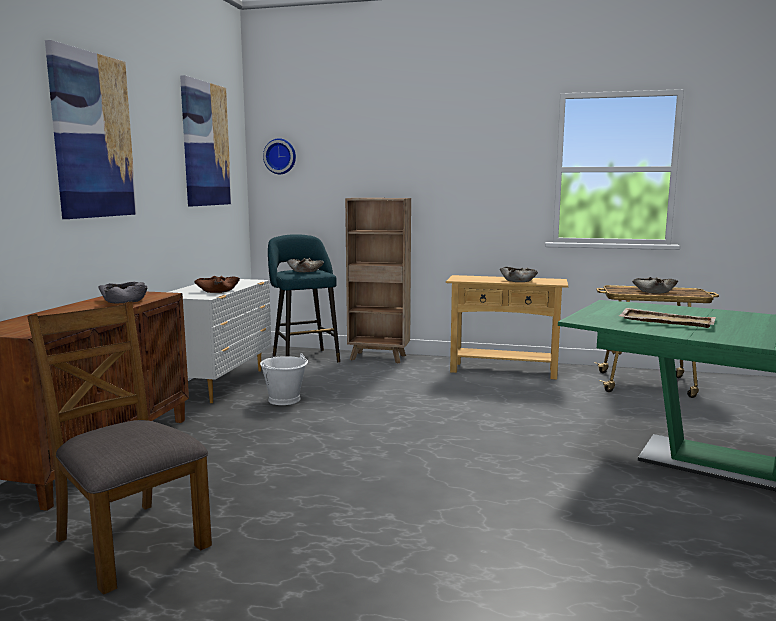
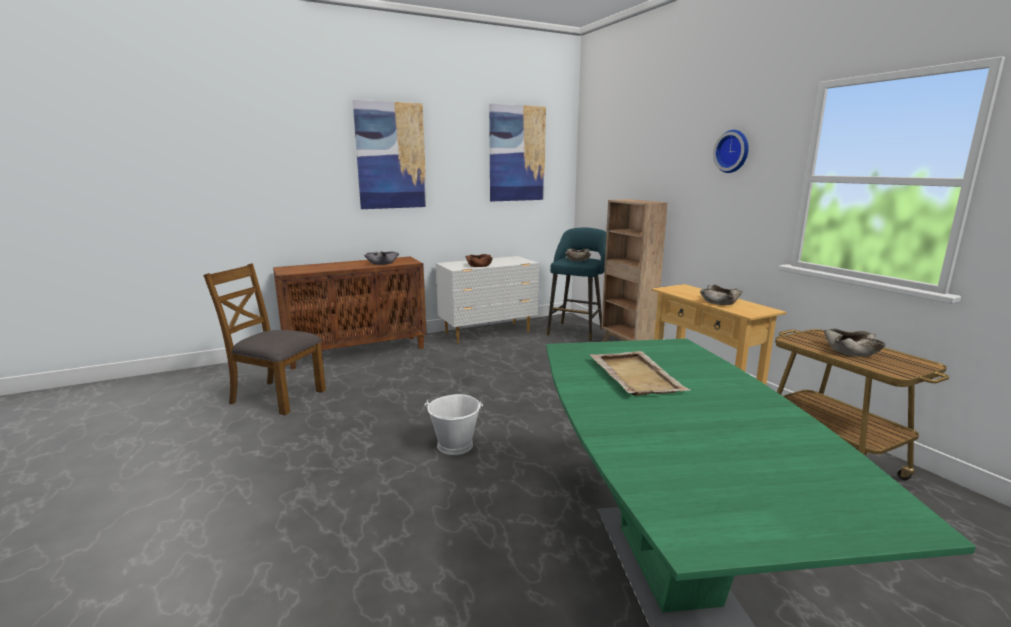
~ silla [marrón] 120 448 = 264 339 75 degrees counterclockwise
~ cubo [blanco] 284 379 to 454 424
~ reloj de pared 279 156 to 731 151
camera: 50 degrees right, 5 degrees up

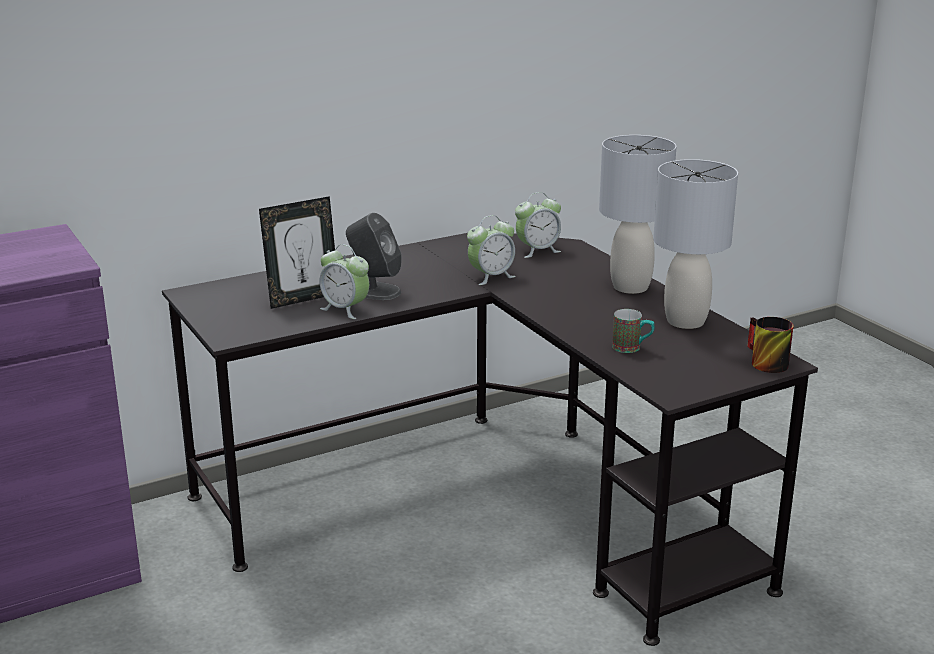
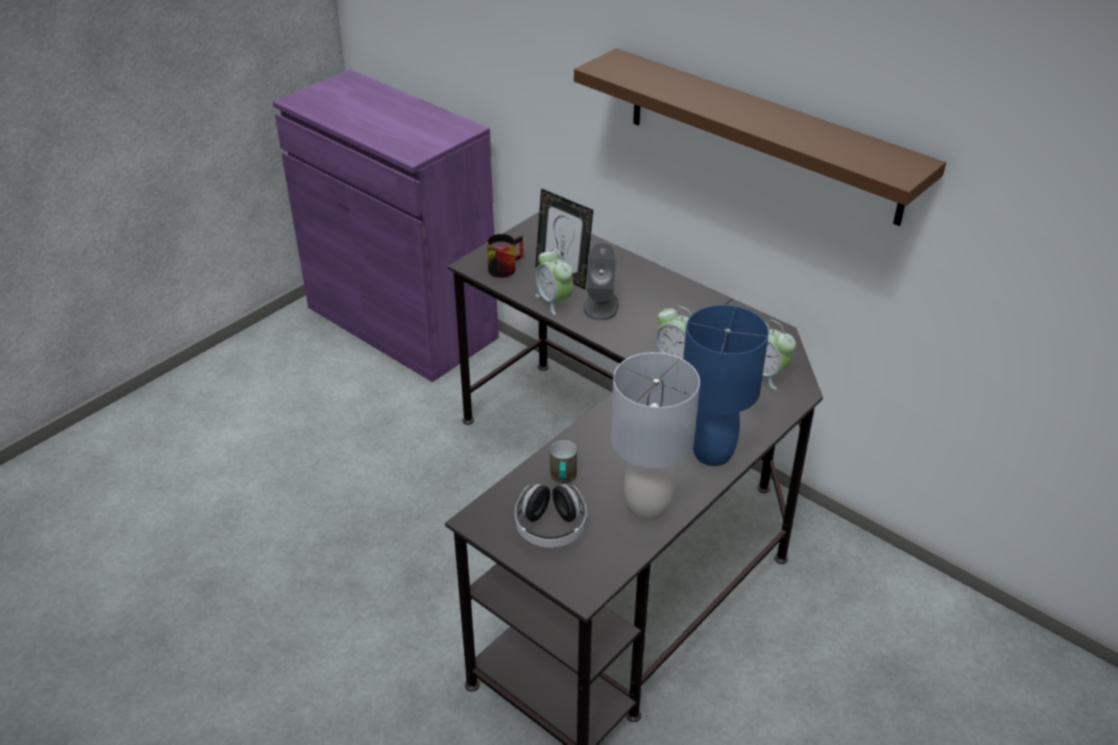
~ taza grande 770 345 to 505 256
+ auriculares 551 516
~ despertador 344 281 = 554 282 45 degrees counterclockwise
+ estante [marrón] 760 137
~ lámpara de mesa [gris] 638 214 to lámpara de mesa [azul] 726 385
camera: 70 degrees right, 15 degrees up

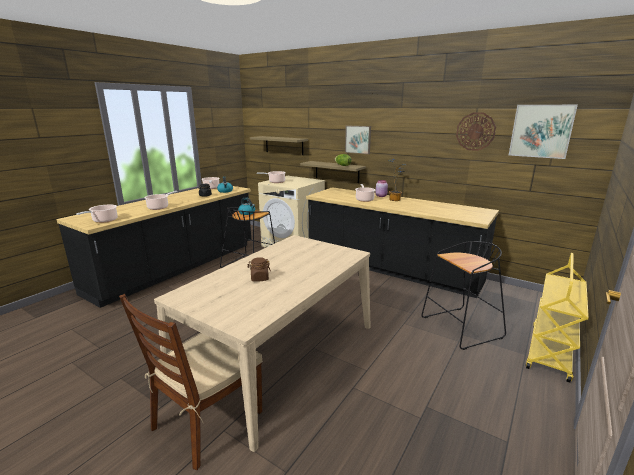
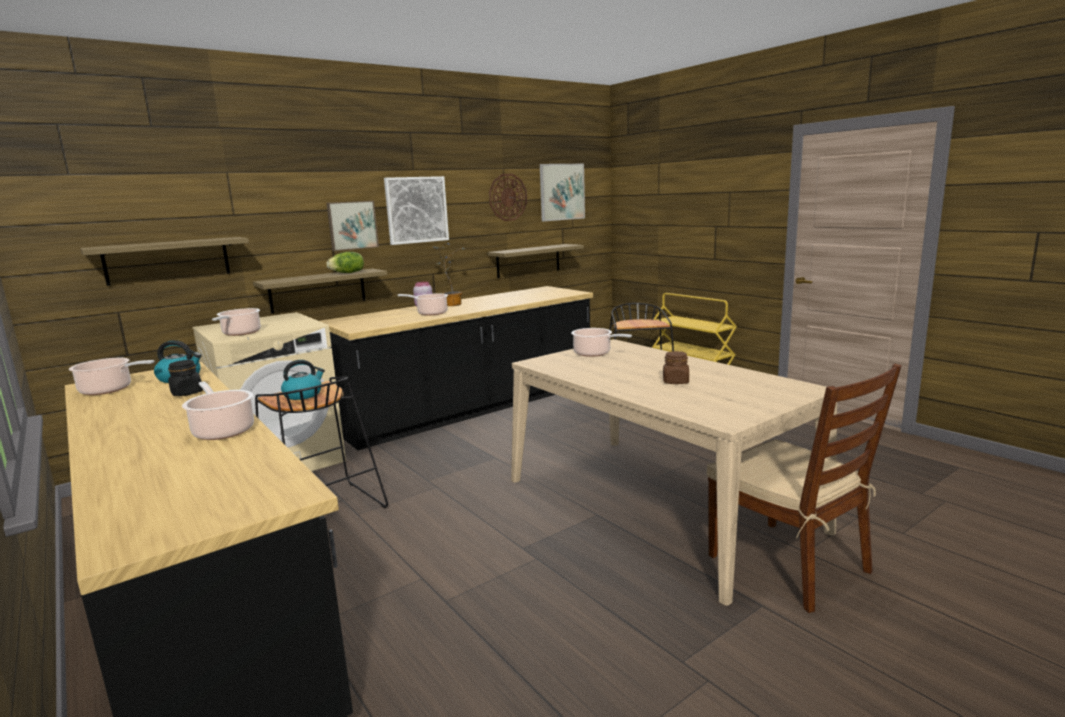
+ cuadro 416 210
+ estante 535 261
~ olla 97 214 to 601 342
camera: 70 degrees left, 5 degrees down

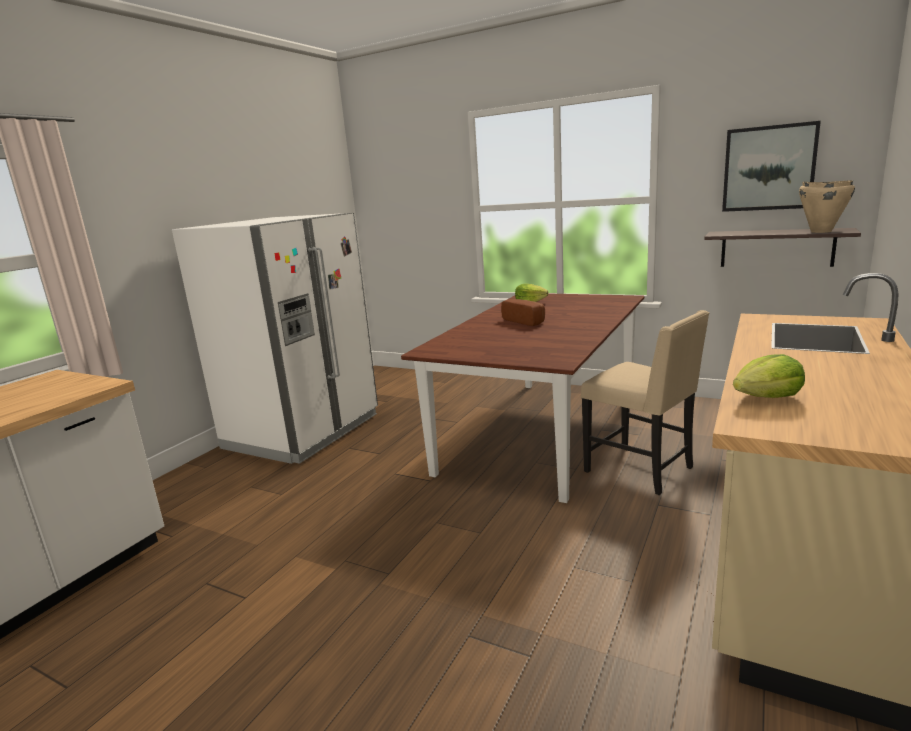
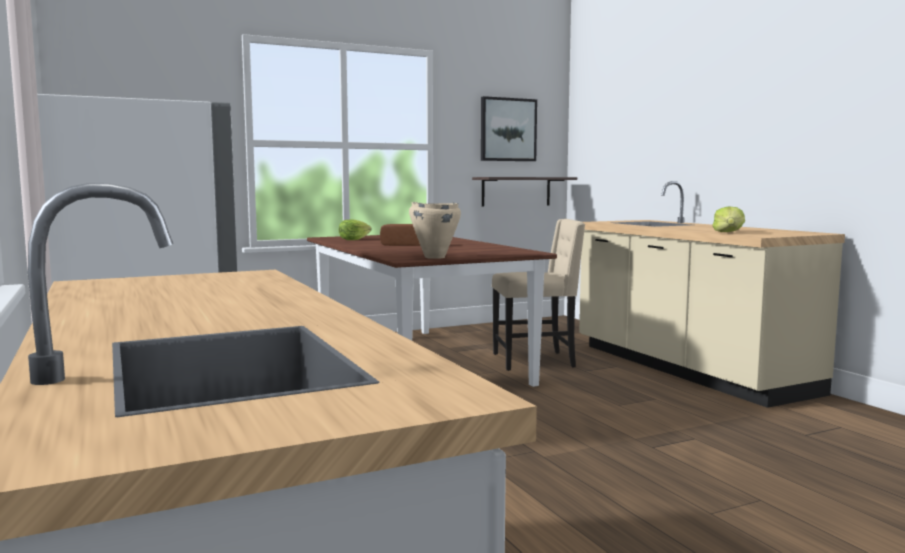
~ olla [beis] 827 206 to 435 230
camera: 55 degrees left, 10 degrees down

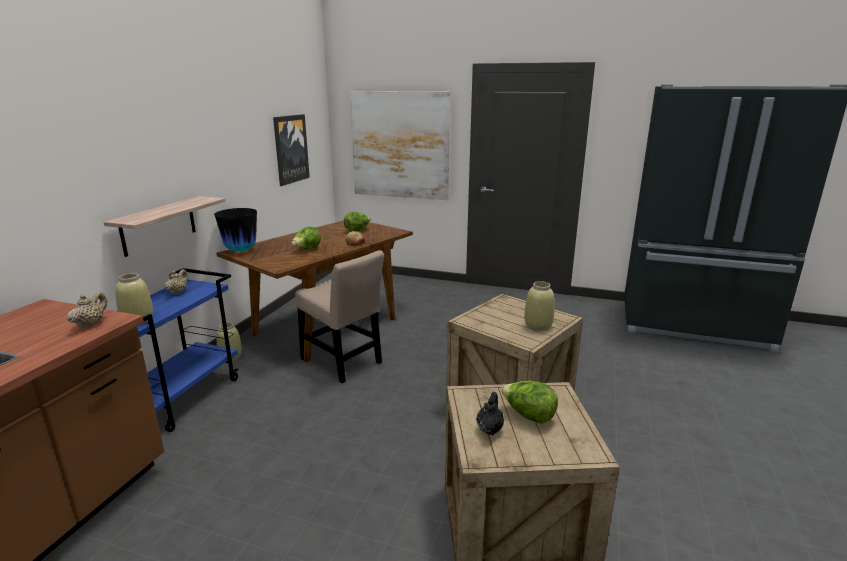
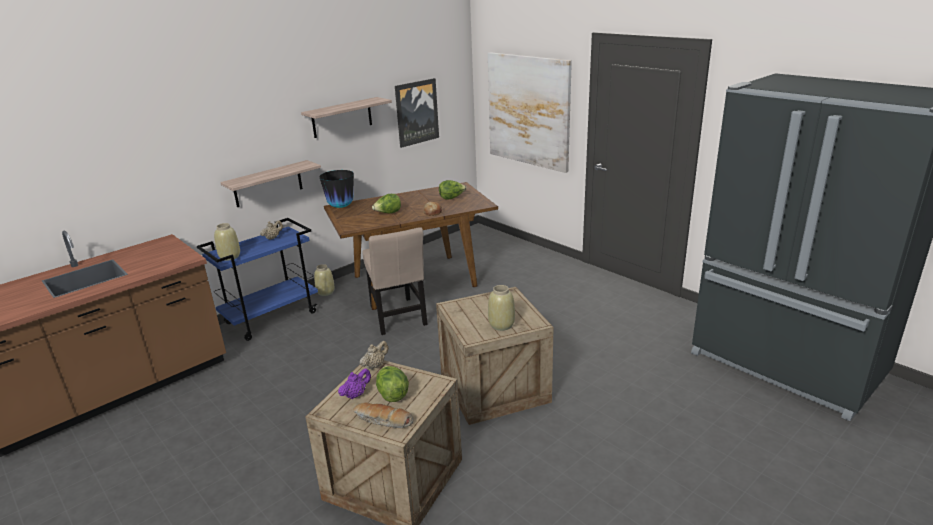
+ estante 346 117
~ tetera [negro] 490 413 to tetera [morado] 354 383
+ pan 383 415
~ tetera [beis] 87 310 to 374 355
camera: 30 degrees right, 5 degrees up

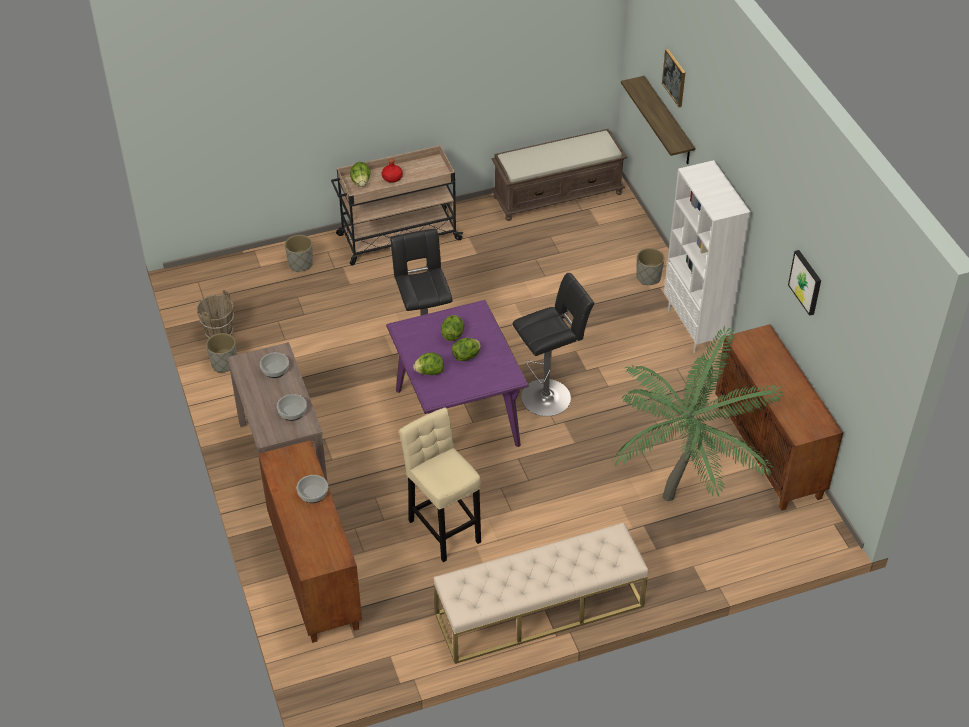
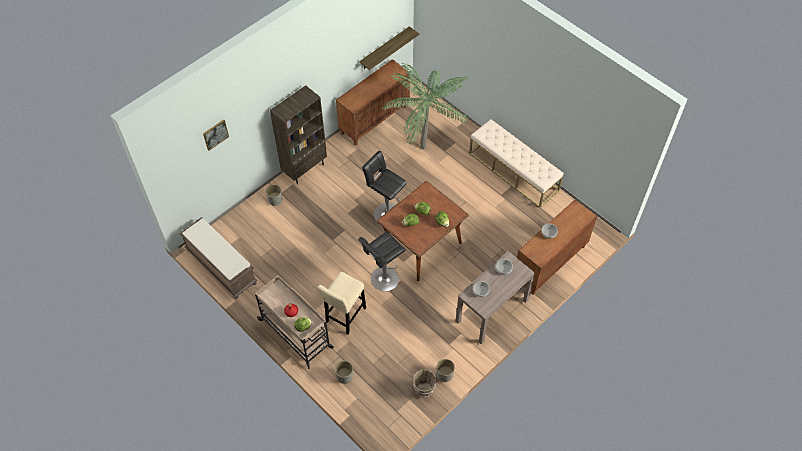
~ estantería [blanco] 707 256 to estantería [marrón] 298 134
~ taburete [beis] 440 484 to 342 303
~ estante 658 120 to 389 48
~ mesa de comedor [morado] 457 373 to mesa de comedor [marrón] 423 230
- cuadro 804 283
camera: 115 degrees left, 10 degrees up

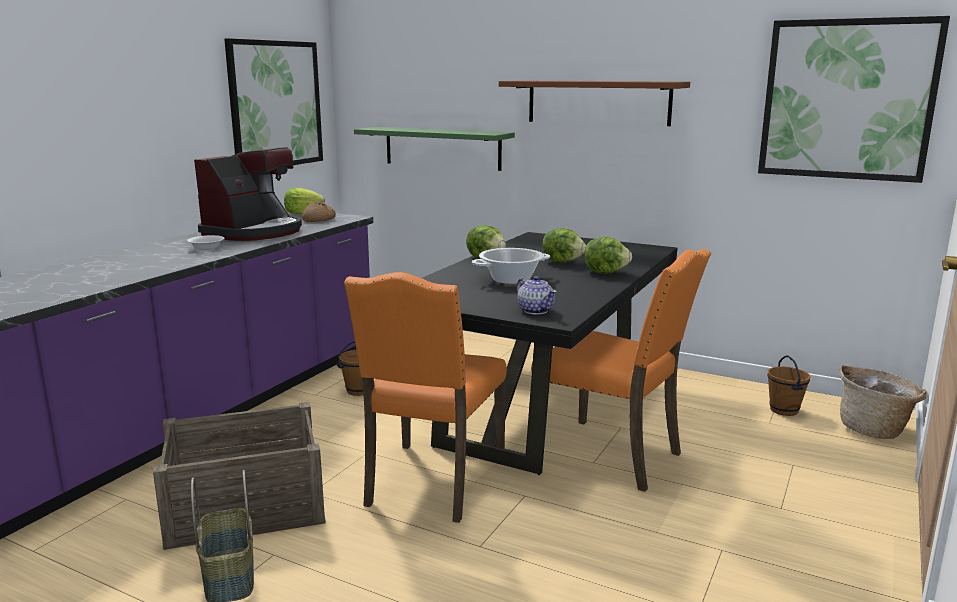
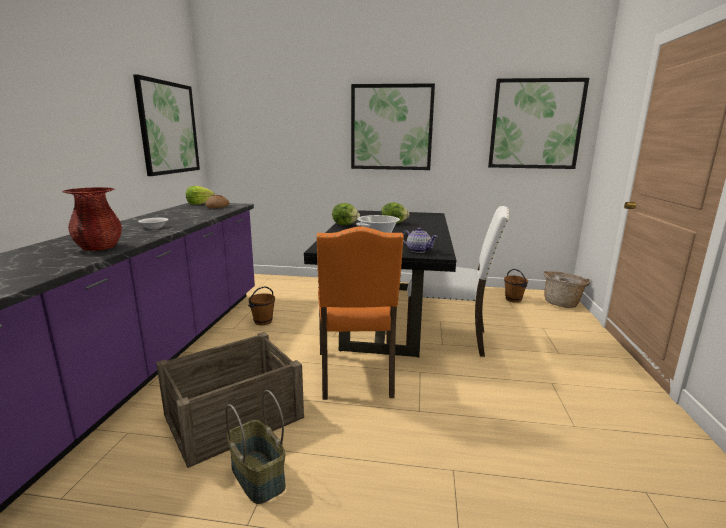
+ florero [rojo] 92 219
~ estante [marrón] 594 103 to cuadro 393 126
~ silla [naranja] 621 370 to silla [blanco] 457 281
- cafetera 248 194
- estante [verde] 434 149
- lechuga 608 255
camera: 20 degrees left, 0 degrees up

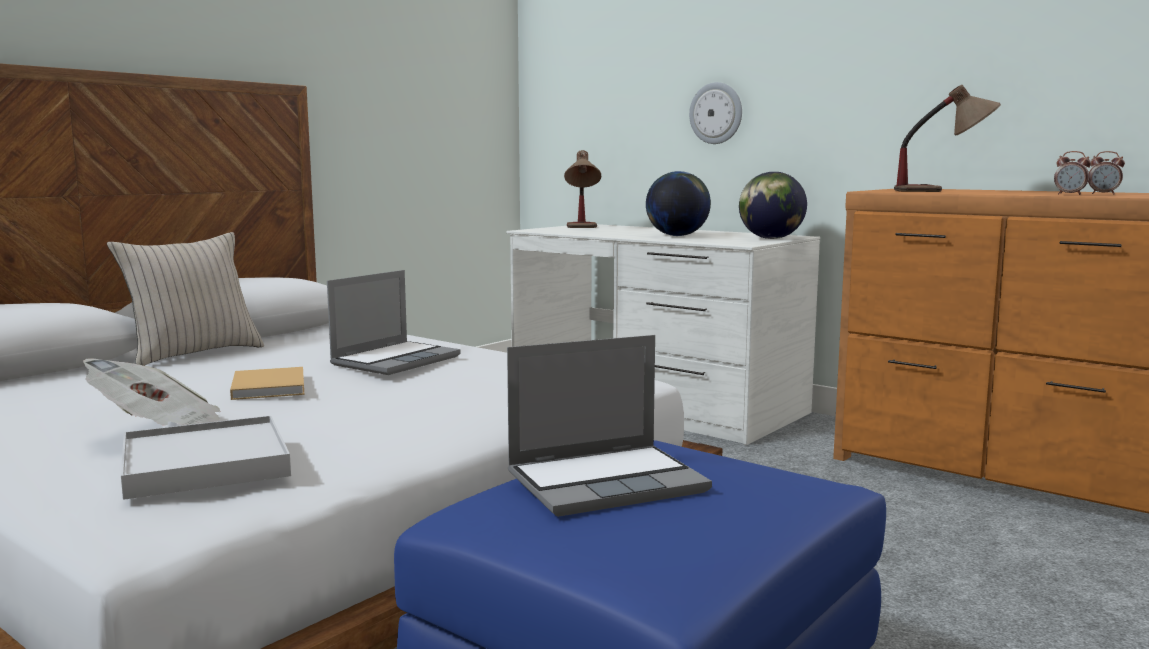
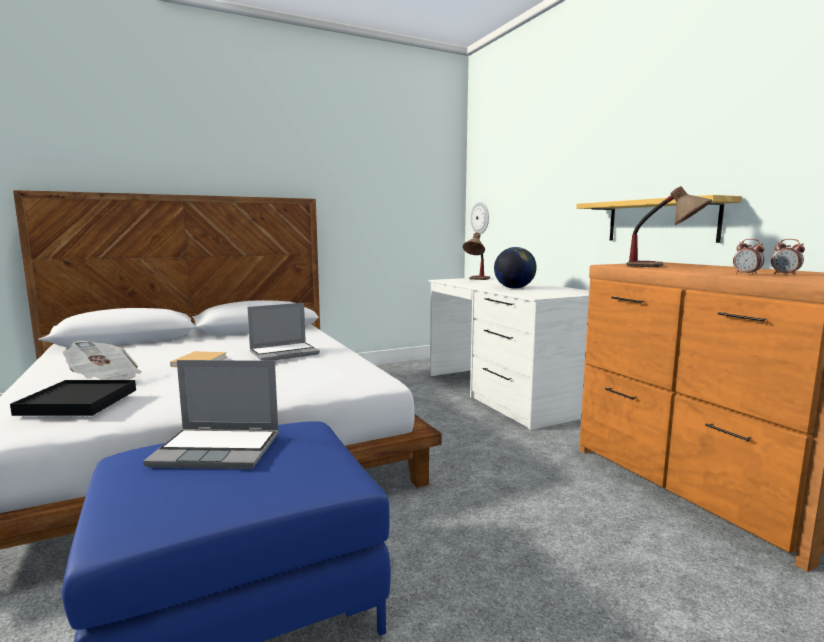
~ bandeja [blanco] 206 458 to bandeja [negro] 73 398
~ reloj de pared 715 113 to 480 218
+ estante 659 219
- cojín [beis] 185 299
- globo terráqueo 773 205
camera: 25 degrees right, 0 degrees up

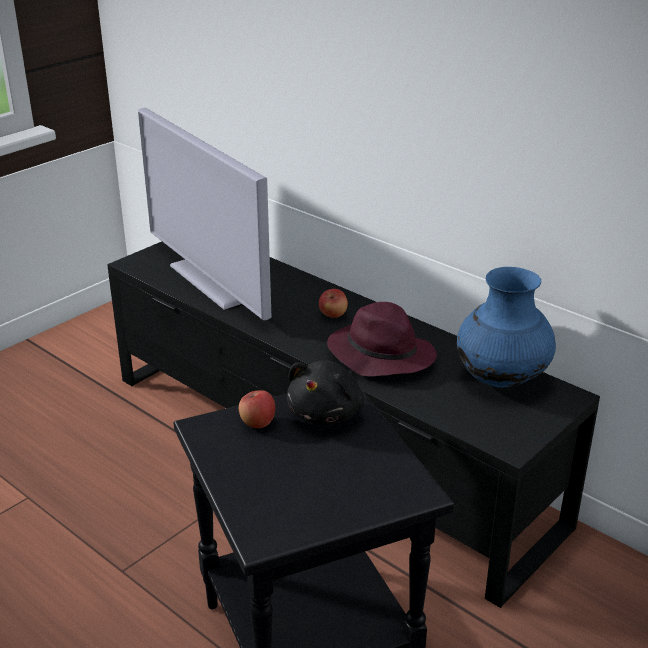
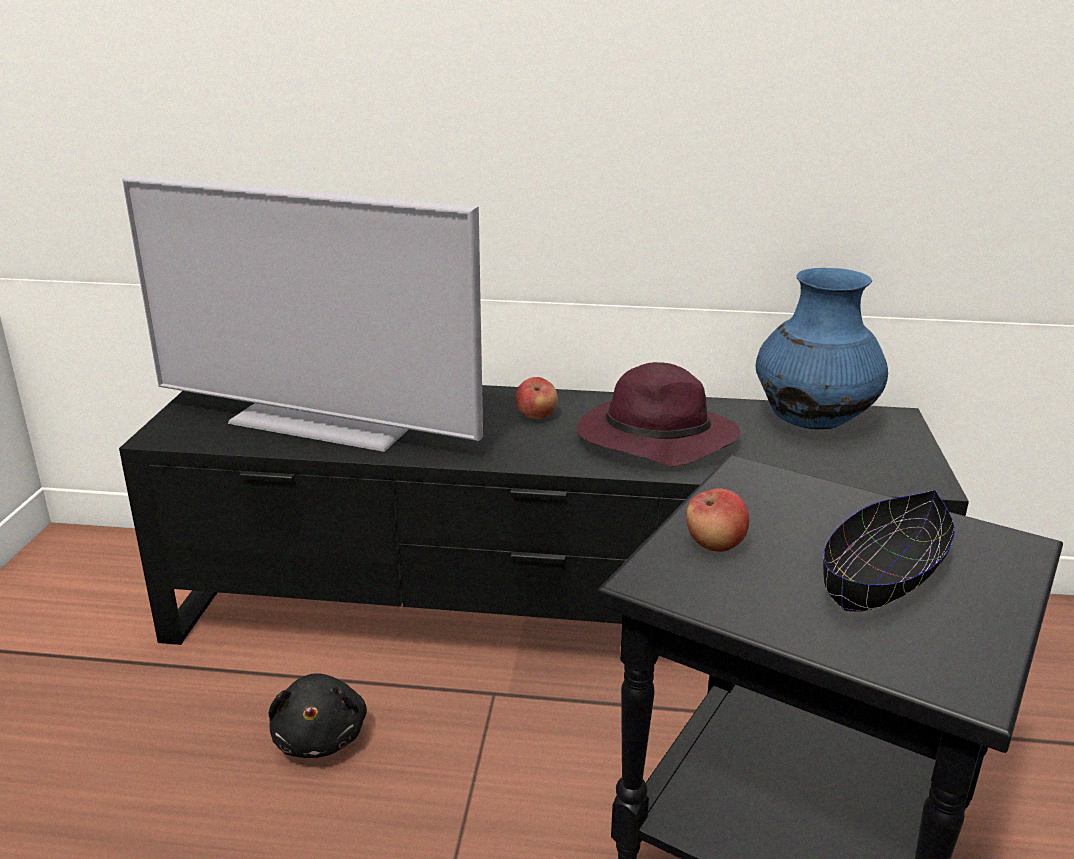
~ peluche [negro] 326 392 to 318 715
+ cuenco [negro] 889 551
camera: 35 degrees left, 5 degrees down

